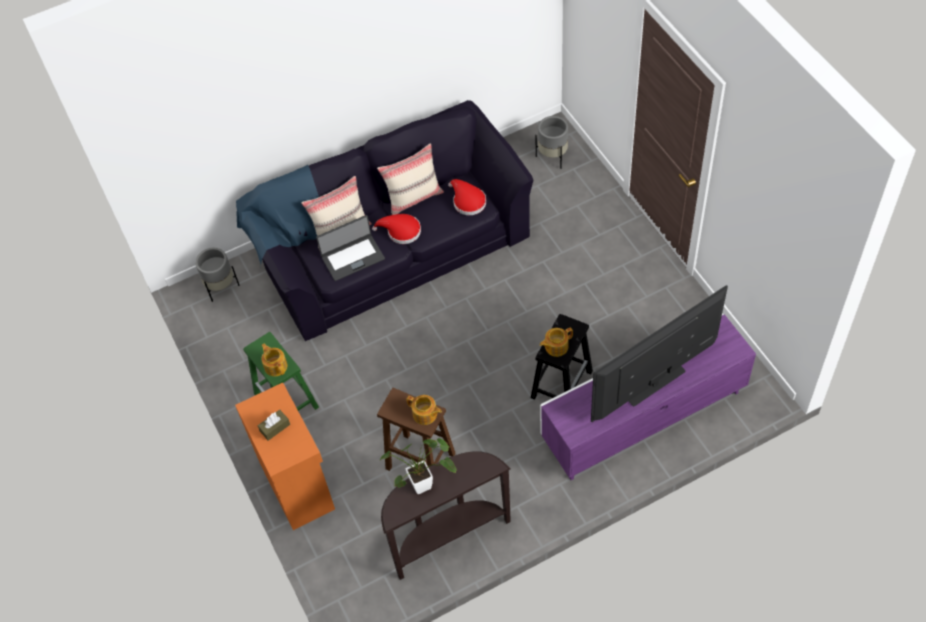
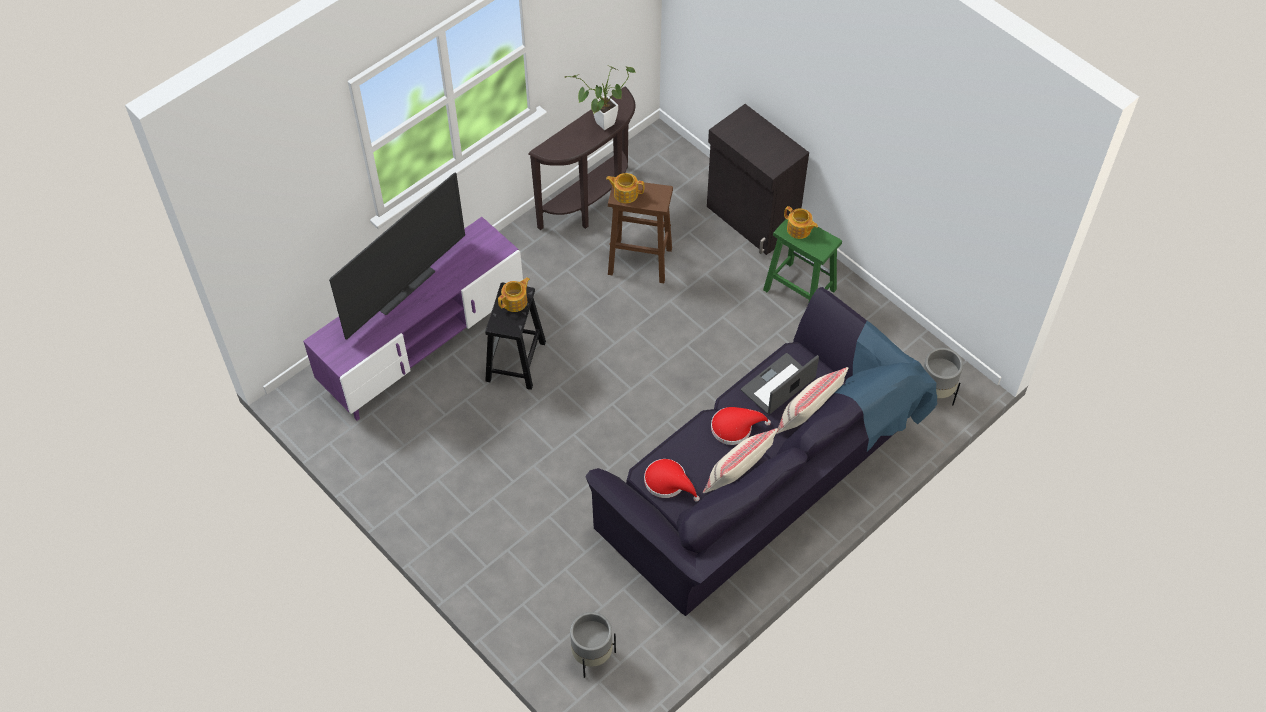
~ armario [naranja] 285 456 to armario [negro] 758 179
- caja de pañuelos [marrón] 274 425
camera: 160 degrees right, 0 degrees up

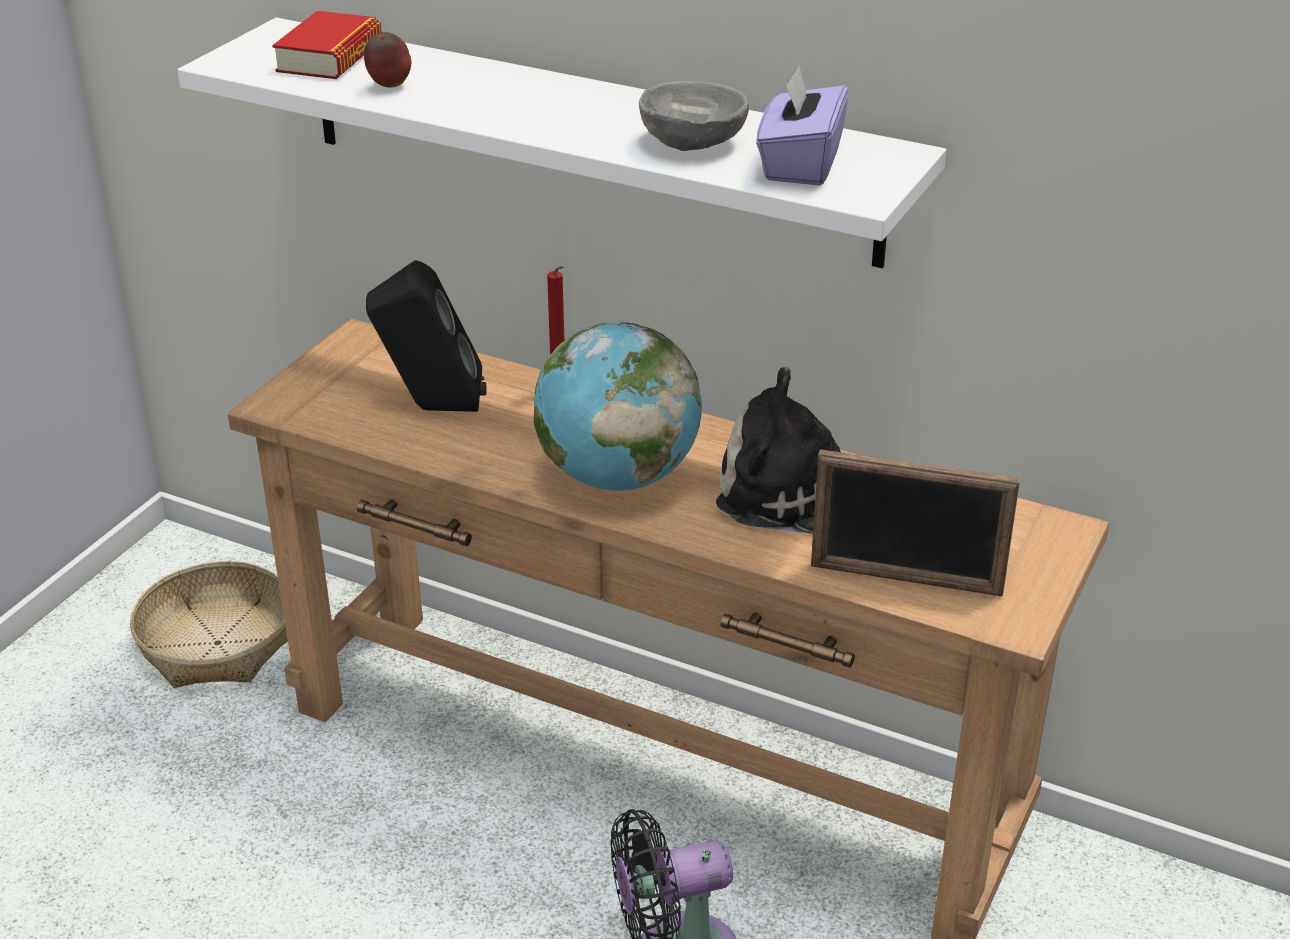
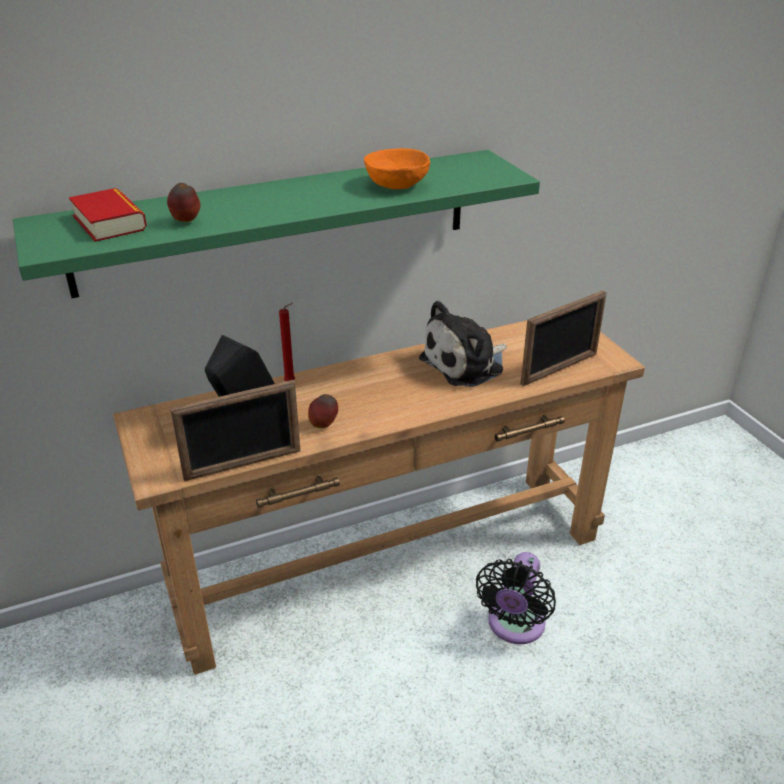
~ estante [blanco] 562 142 to estante [verde] 276 224
+ portarretratos 235 430
+ manzana 323 411
~ cuenco [gris] 694 116 to cuenco [naranja] 397 168
- cesta 209 624
- globo terráqueo 618 406
- caja de pañuelos [morado] 802 126
camera: 50 degrees left, 0 degrees up

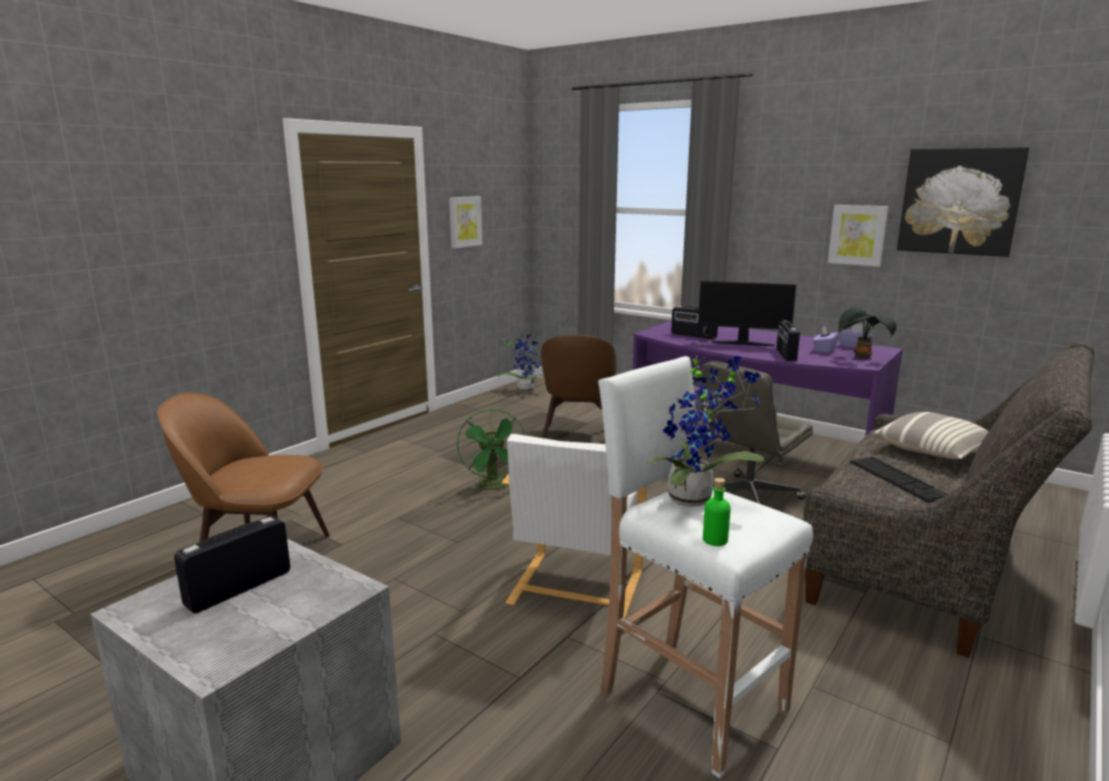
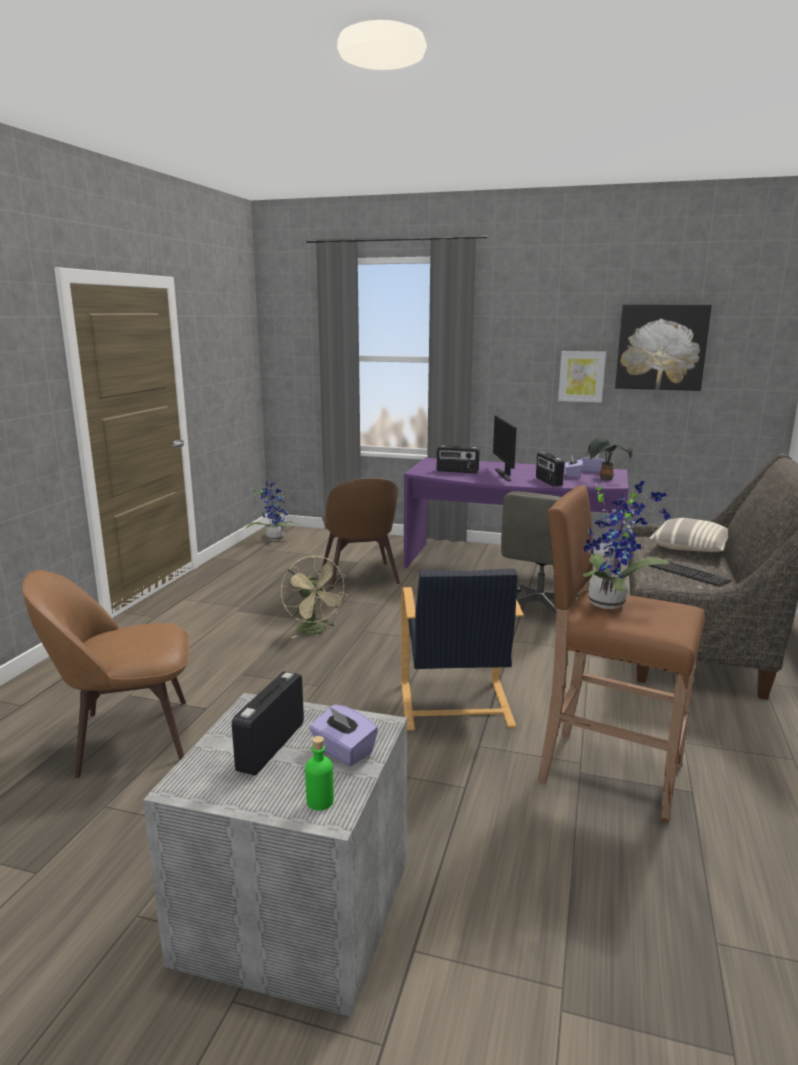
~ ventilador [verde] 491 450 to ventilador [beis] 314 597
~ botella [verde] 717 512 to 319 773
+ caja de pañuelos [morado] 343 735
~ sillón [blanco] 574 526 to sillón [negro] 462 649
~ monitor 747 313 = 505 448 90 degrees clockwise
~ taburete [blanco] 705 567 to taburete [marrón] 621 654
- cuadro 465 222
camera: 20 degrees left, 0 degrees up

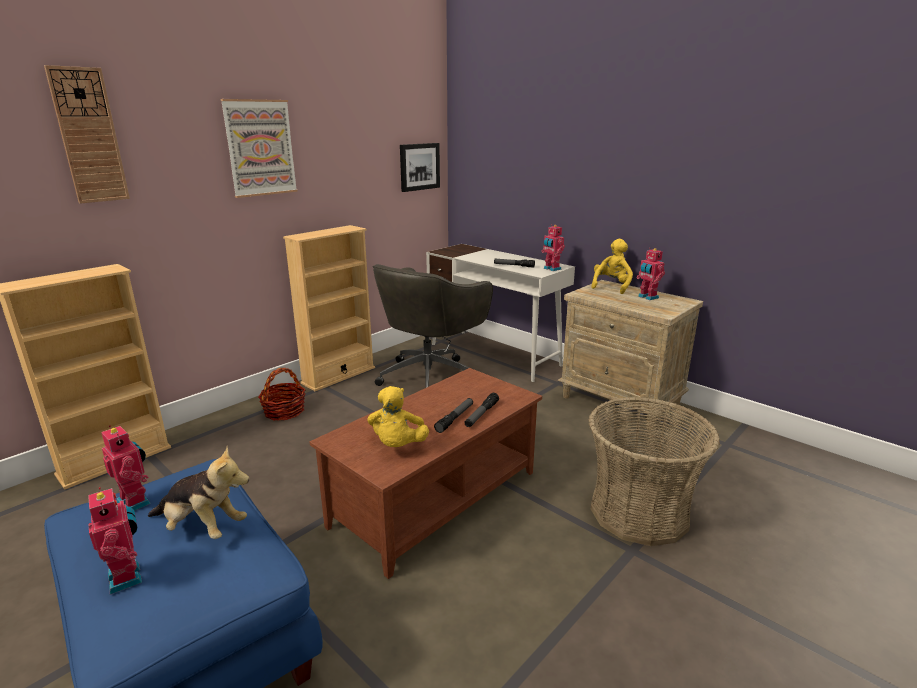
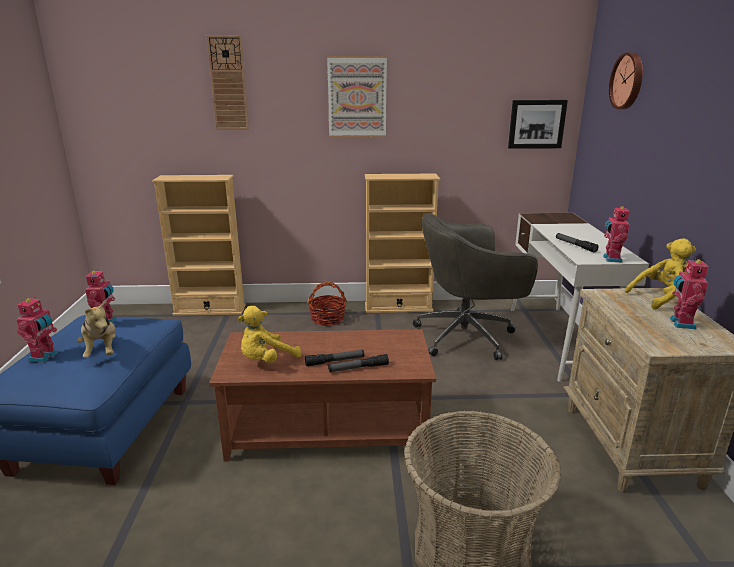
+ reloj de pared 626 80
camera: 45 degrees right, 0 degrees up

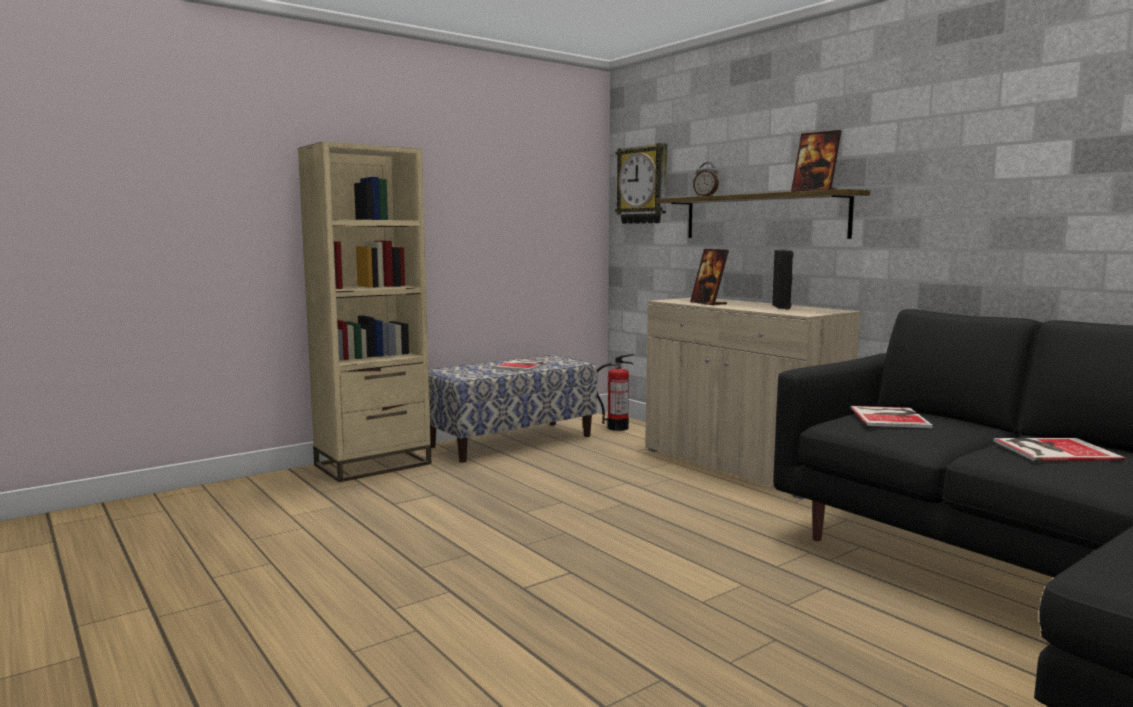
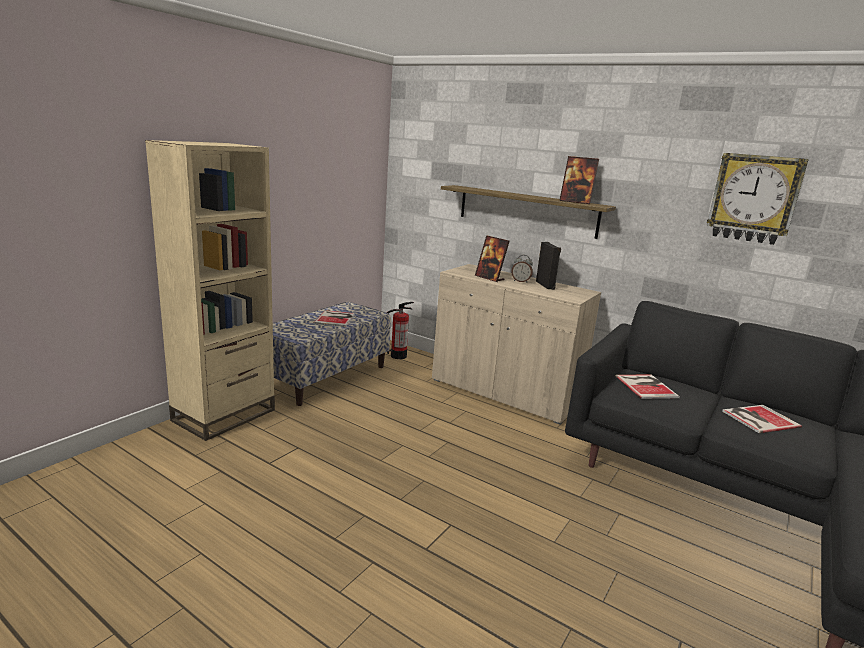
~ despertador 706 179 to 522 269
~ reloj de pared 641 183 to 758 199
camera: 20 degrees left, 10 degrees up

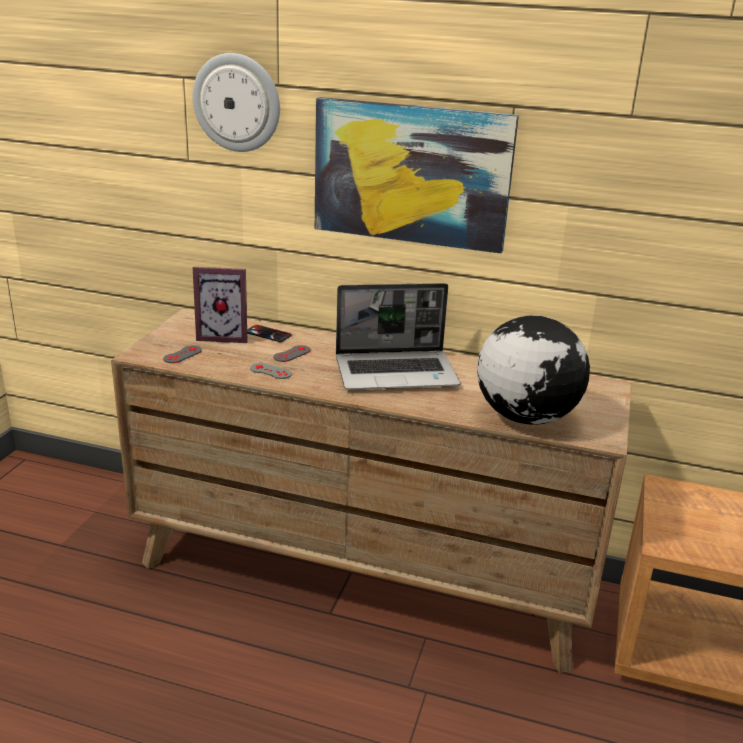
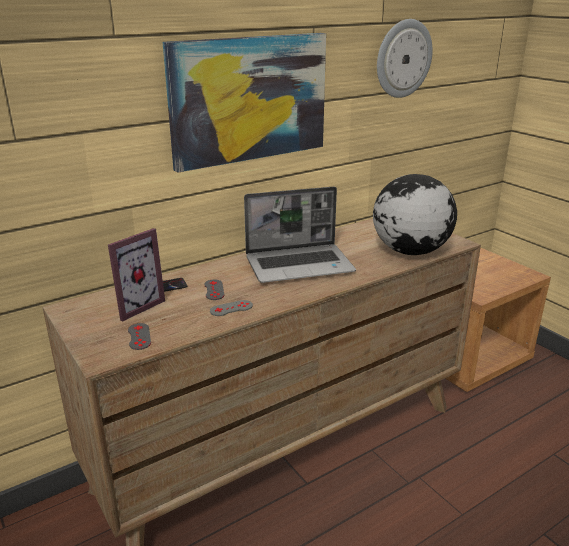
~ portátil 398 336 = 300 235 45 degrees clockwise
~ reloj de pared 236 102 to 405 58
camera: 50 degrees left, 0 degrees up

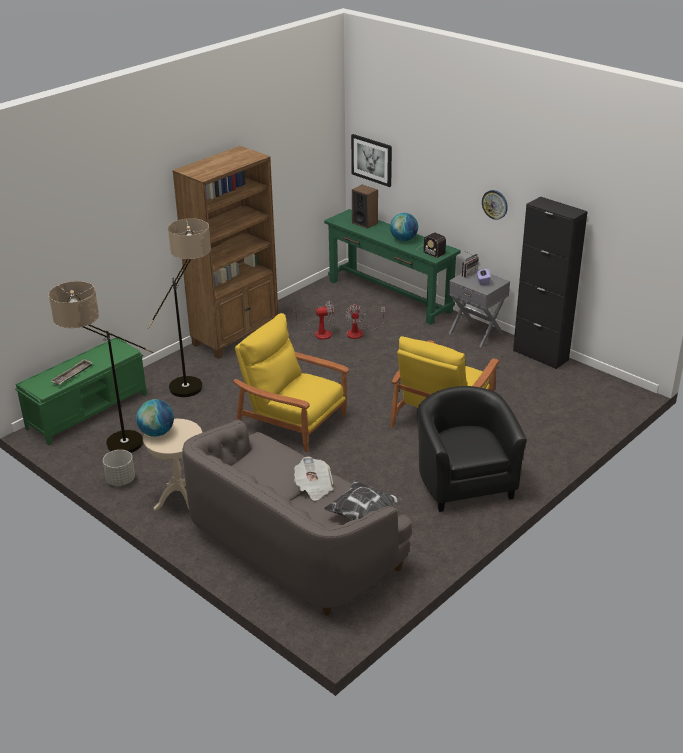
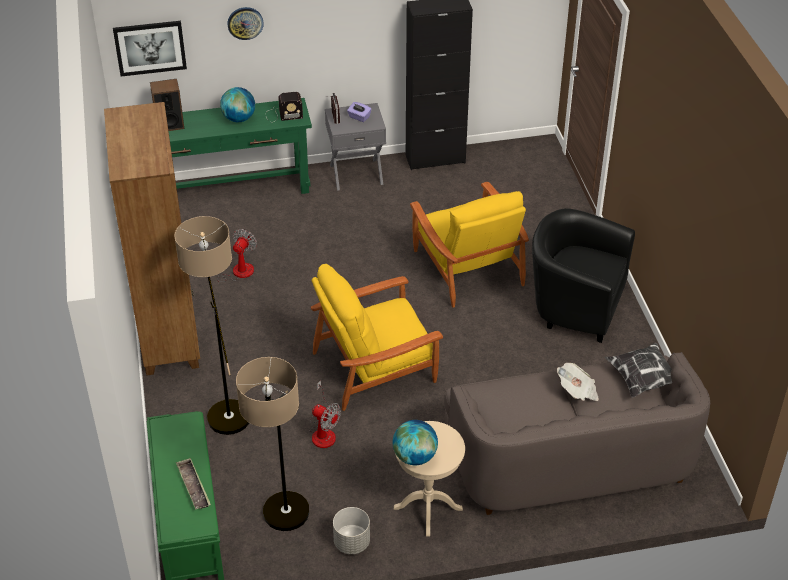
~ reloj de pared 495 205 to 245 23
~ ventilador 364 321 to 325 414
camera: 55 degrees left, 10 degrees up

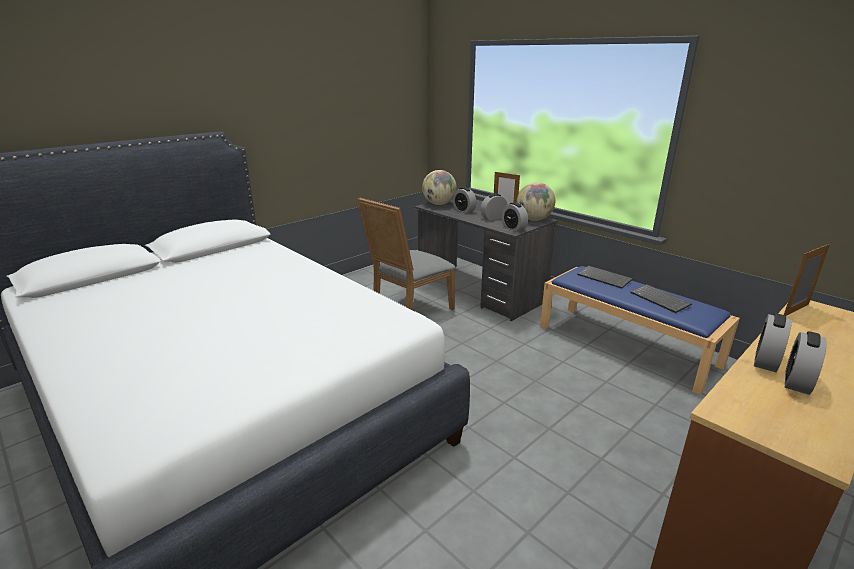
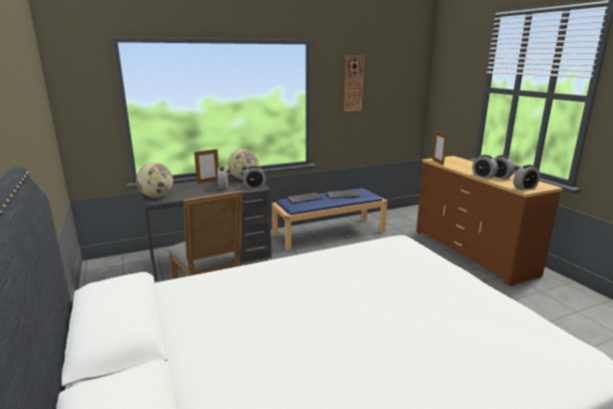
+ reloj de pared 354 83
~ despertador 464 200 to 526 177
camera: 70 degrees left, 5 degrees down

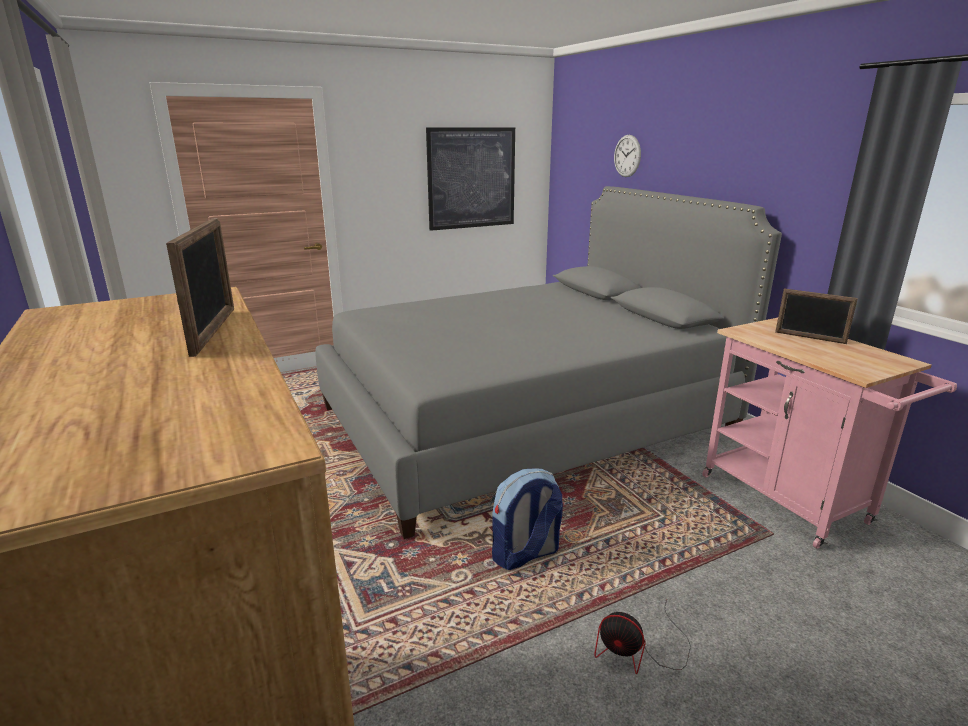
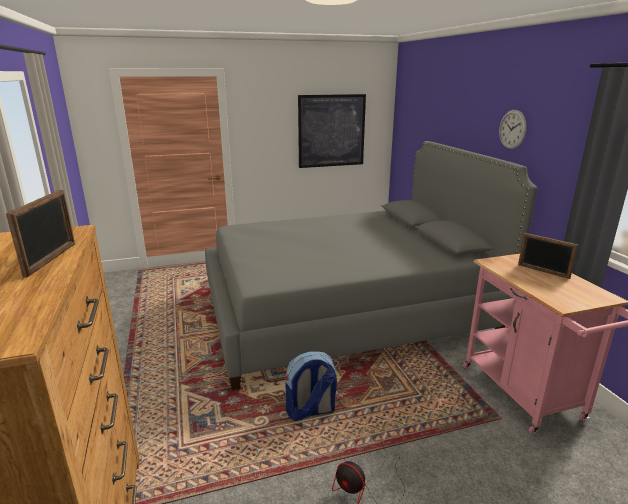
~ reloj de pared 627 156 to 513 129
camera: 10 degrees right, 0 degrees up

